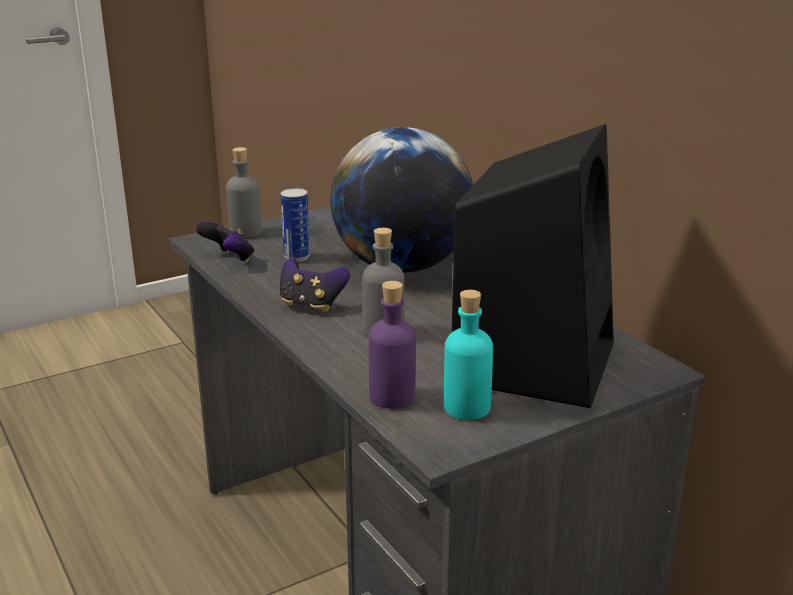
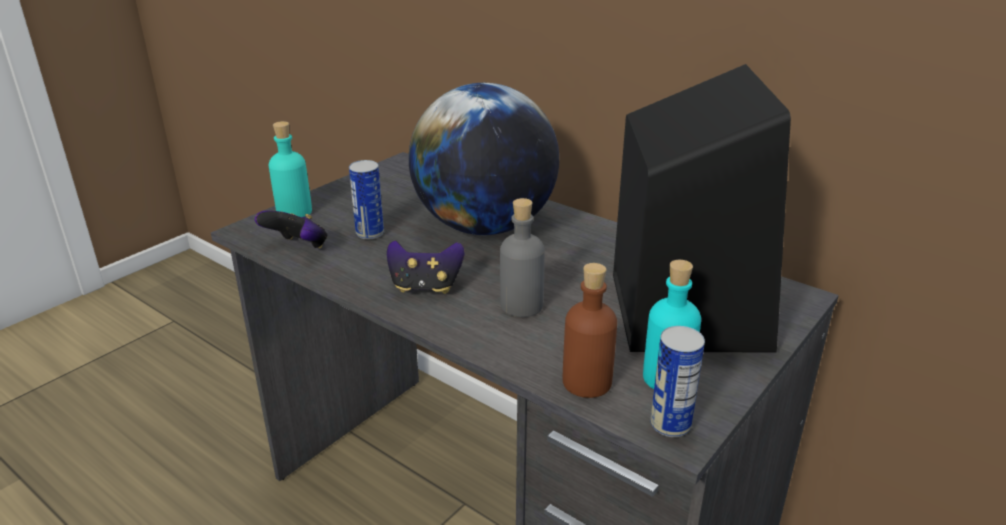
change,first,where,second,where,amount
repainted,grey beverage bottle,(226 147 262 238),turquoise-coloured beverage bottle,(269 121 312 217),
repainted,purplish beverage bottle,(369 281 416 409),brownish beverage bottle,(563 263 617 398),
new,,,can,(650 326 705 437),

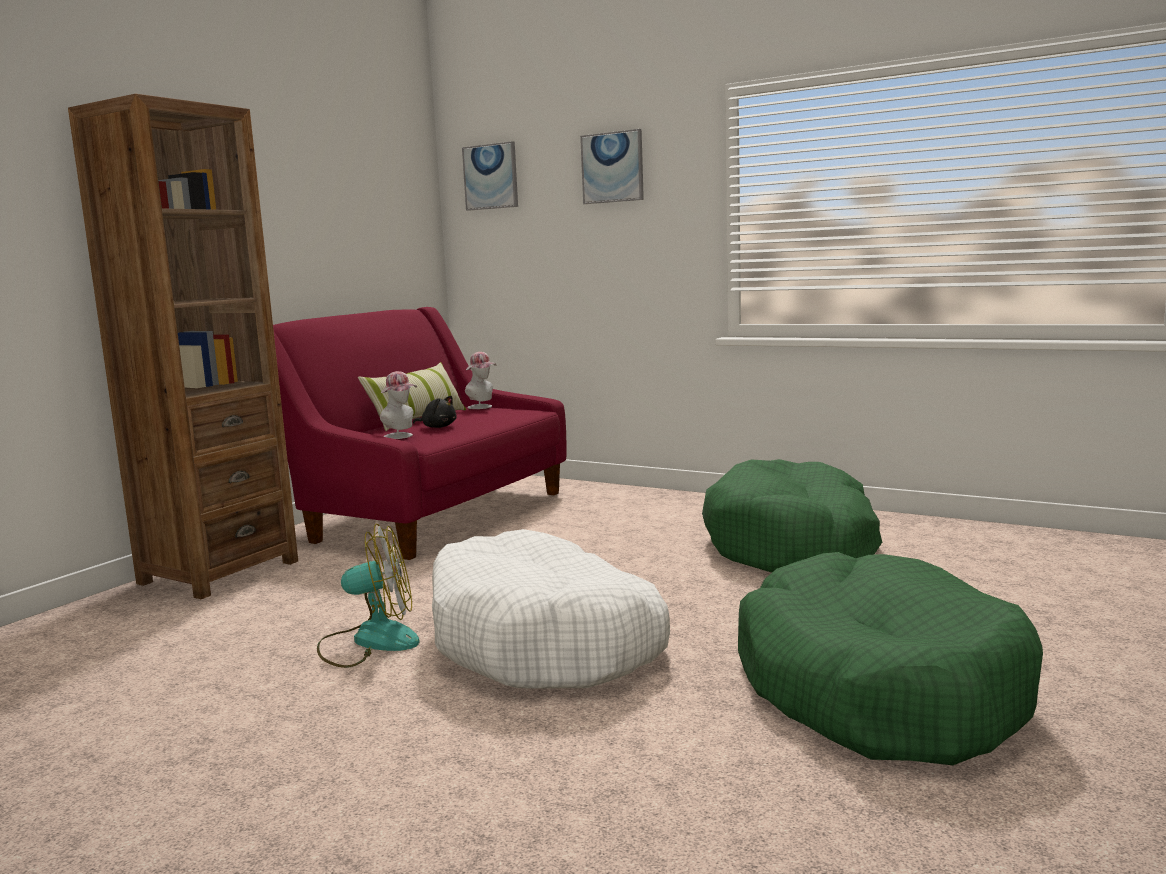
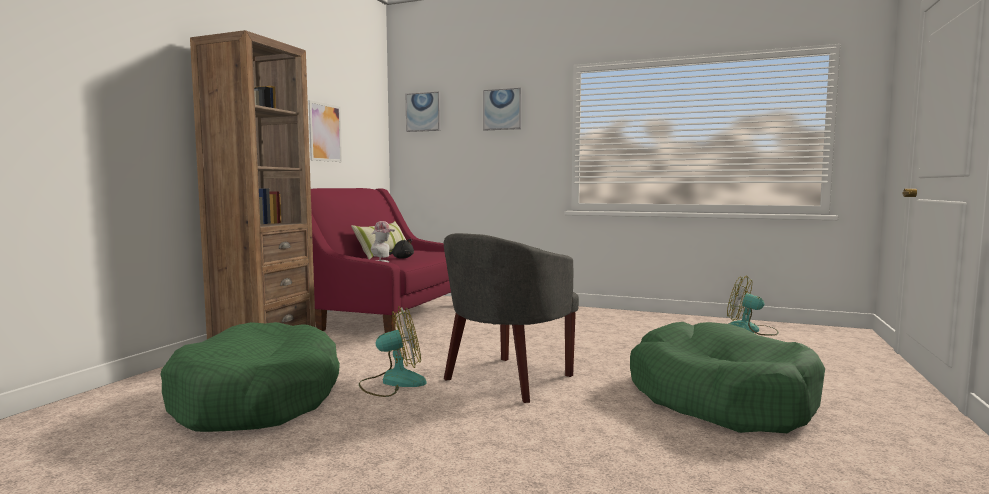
change,first,where,second,where,amount
swapped,white dog bed,(432 529 670 688),grey lounge chair,(444 233 579 403),
gone,clothing hat,(465 352 496 409),,,
shifted,green-coloured dog bed,(702 459 882 572),,(161 322 340 432),
new,,,wall picture,(308 100 342 162),
new,,,fan,(727 276 779 336),

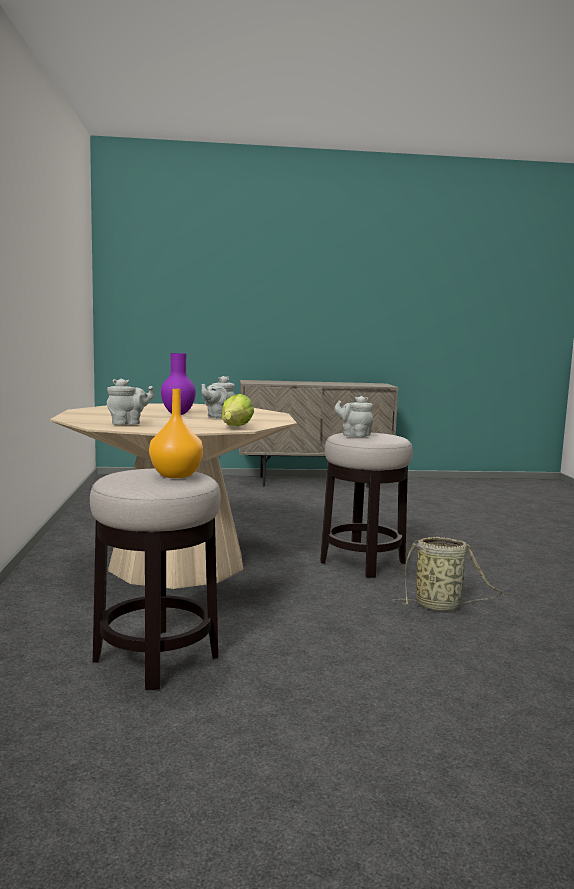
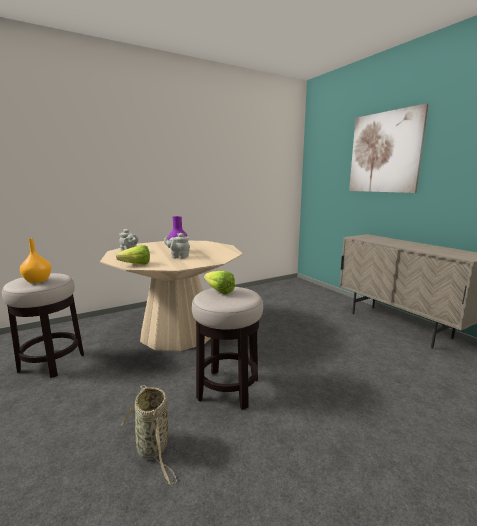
change,first,where,second,where,amount
swapped,grey pot for tea,(334 396 373 437),lettuce,(204 271 235 294),
new,,,wall picture,(349 103 429 193),

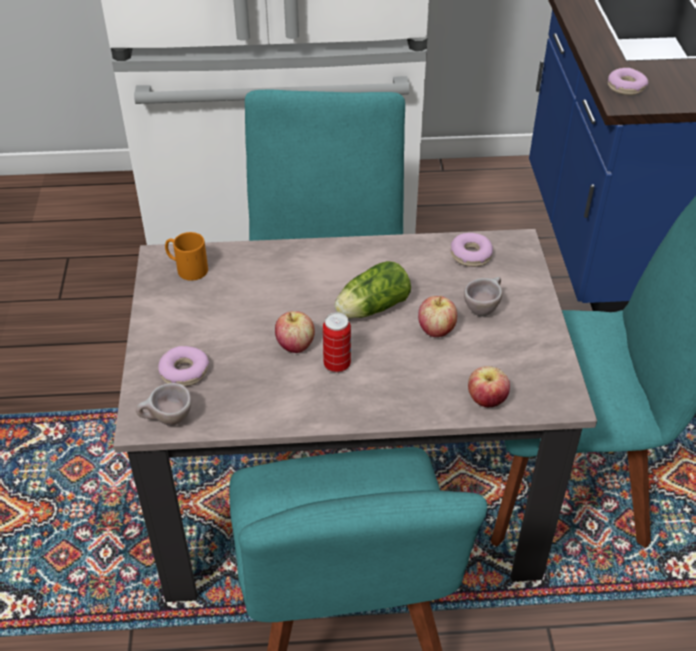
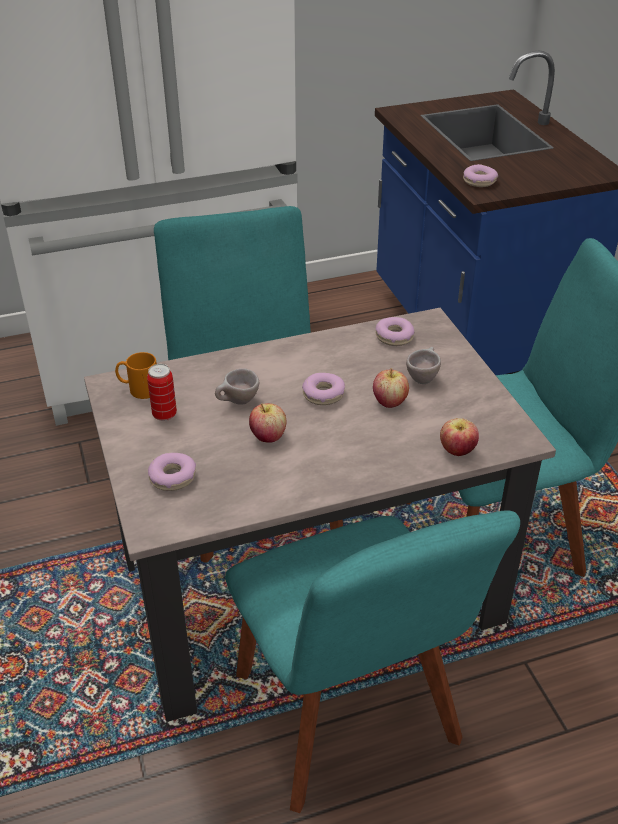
change,first,where,second,where,amount
shifted,beige-coloured drinking cup,(136 383 192 426),,(215 368 259 405),
shifted,can,(323 312 351 372),,(147 364 177 421),
swapped,lettuce,(334 261 411 319),ring doughnut,(302 373 345 405),

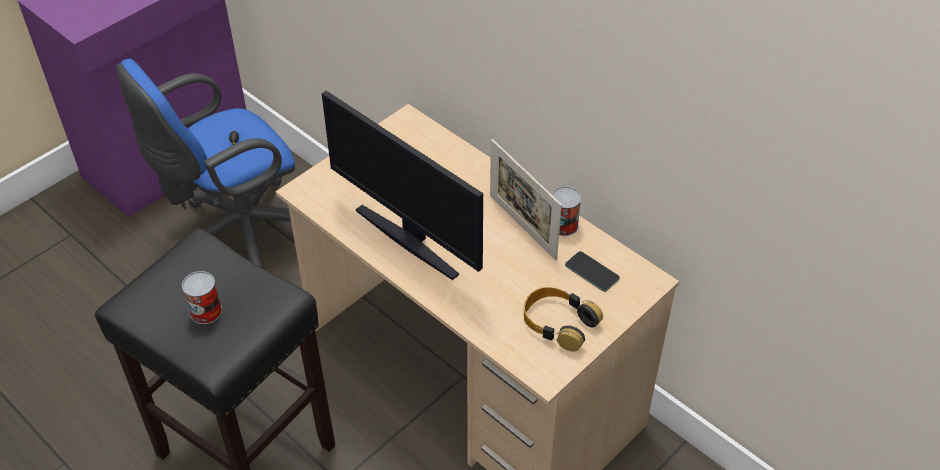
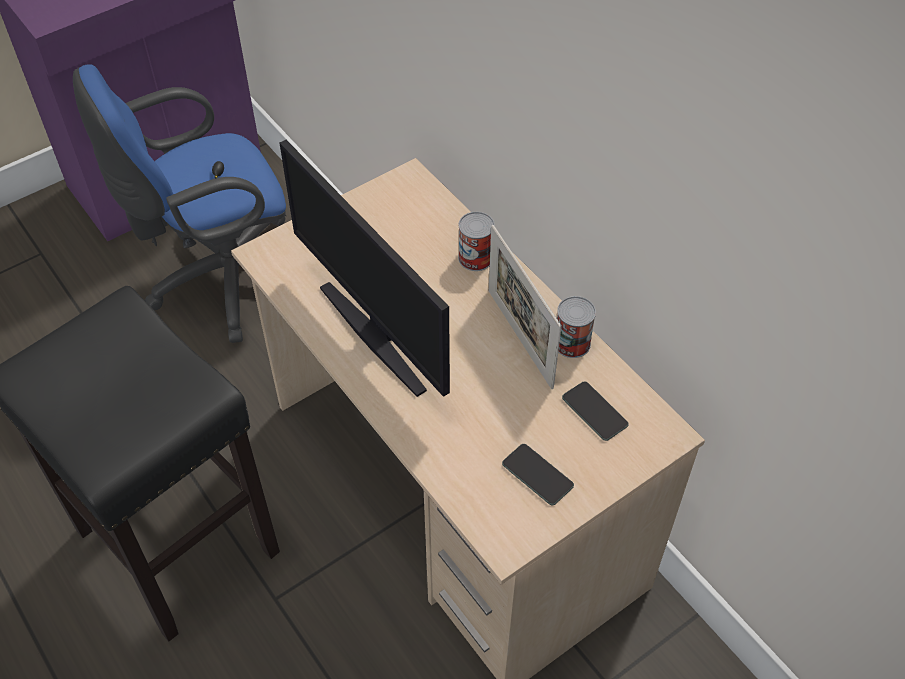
change,first,where,second,where,amount
shifted,can,(182 271 222 324),,(458 212 495 271),
swapped,headset,(524 287 603 351),phone,(502 444 574 505),

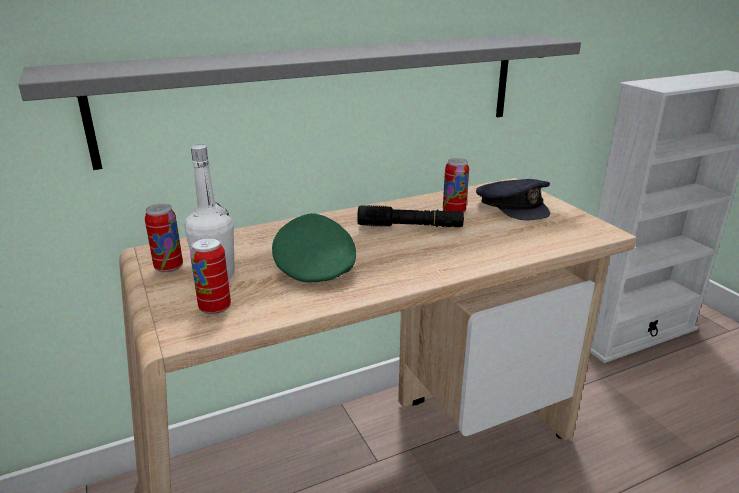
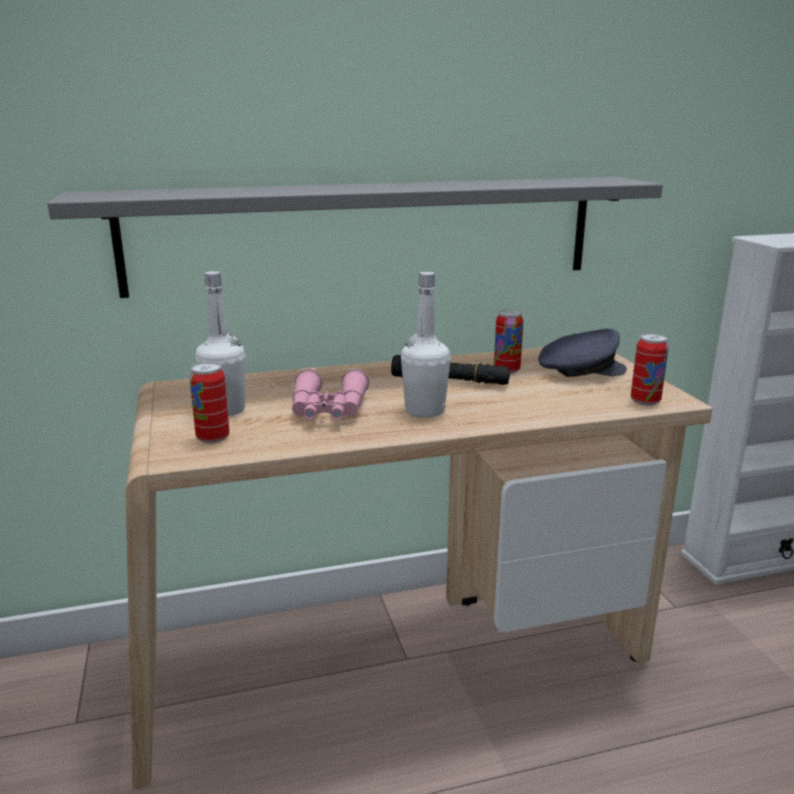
change,first,where,second,where,amount
shifted,can,(145 204 183 273),,(631 333 669 406),
swapped,green-coloured cap,(272 213 356 282),pink-coloured pair of binoculars,(292 369 369 420),
rotated,grey cap,(476 179 550 220),,(538 329 627 377),75 degrees counterclockwise
new,,,white beverage bottle,(401 272 451 418),

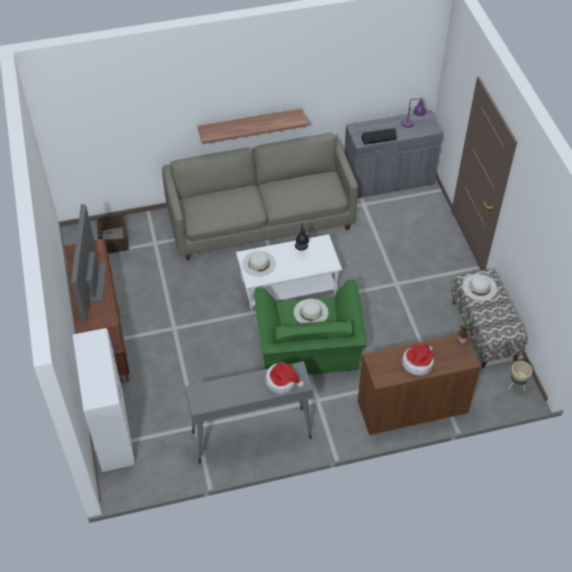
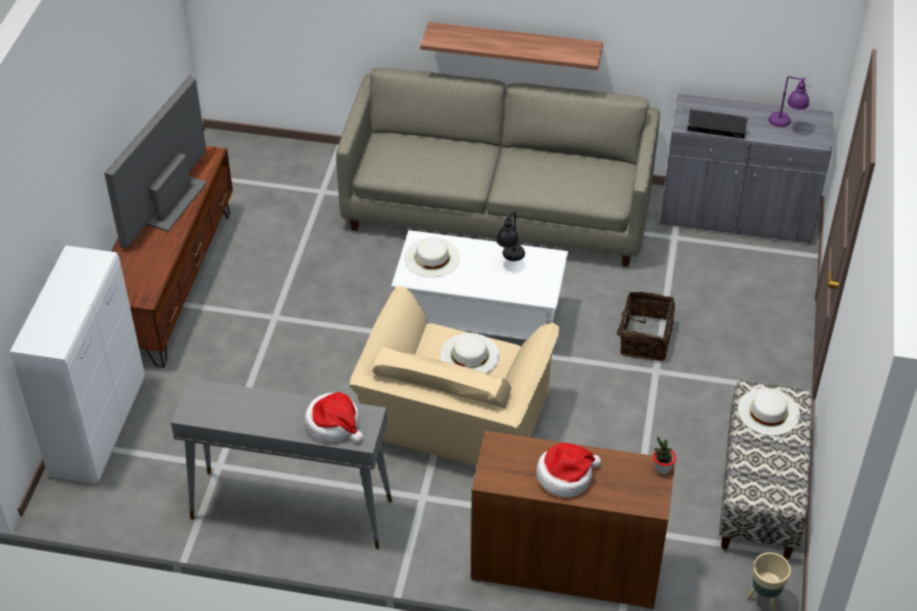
change,first,where,second,where,amount
shifted,household basket,(97 214 129 254),,(610 292 675 361),
repainted,green-coloured lounge chair,(254 279 367 375),beige-coloured lounge chair,(350 286 559 466),

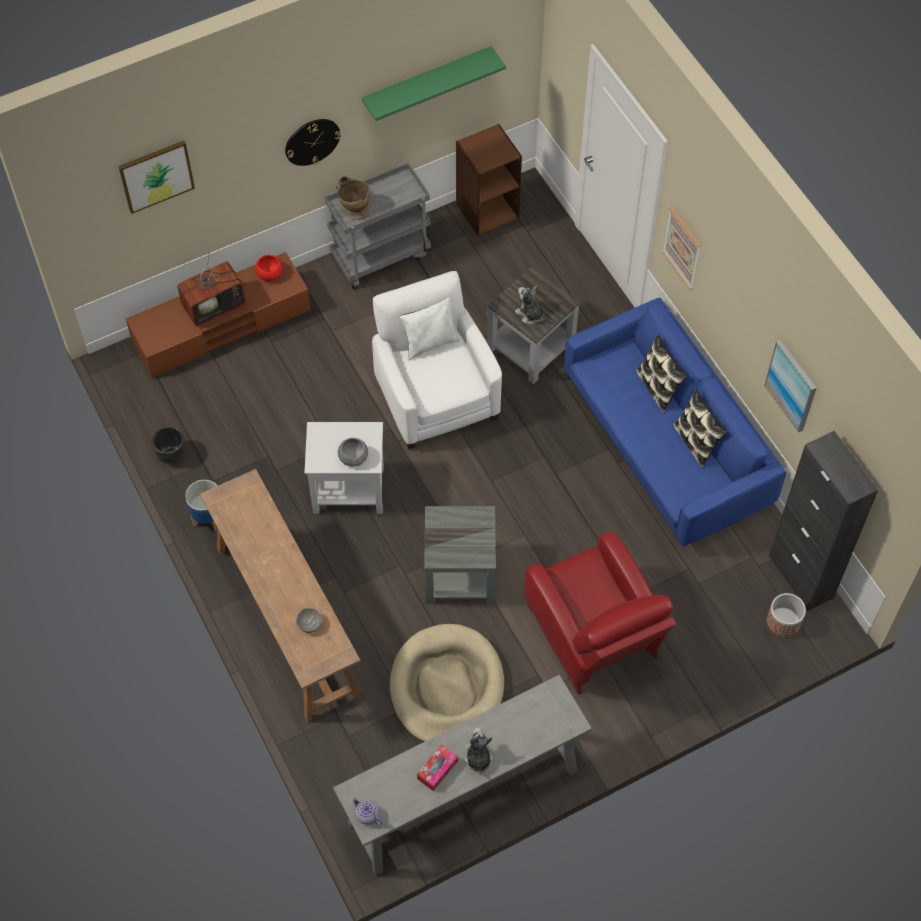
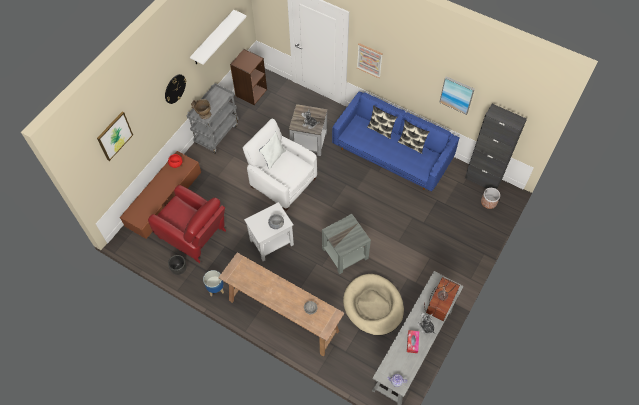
change,first,where,second,where,amount
shifted,television,(177 251 248 327),,(424 277 460 321),
repainted,green-coloured wall shelf,(362 46 506 121),white wall shelf,(190 10 247 65),
shifted,red-coloured lounge chair,(524 532 676 695),,(148 185 226 263),

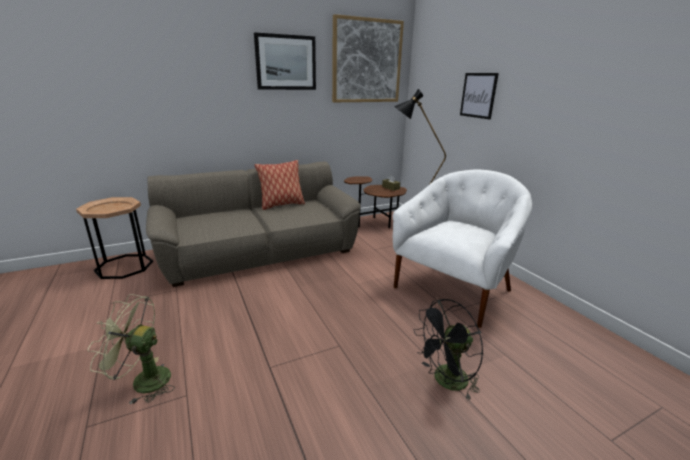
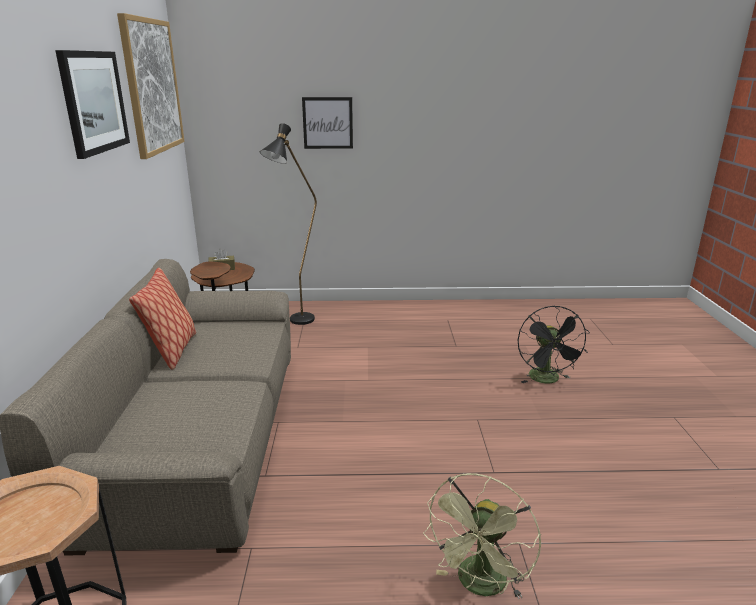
change,first,where,second,where,amount
gone,white lounge chair,(393 169 532 328),,,

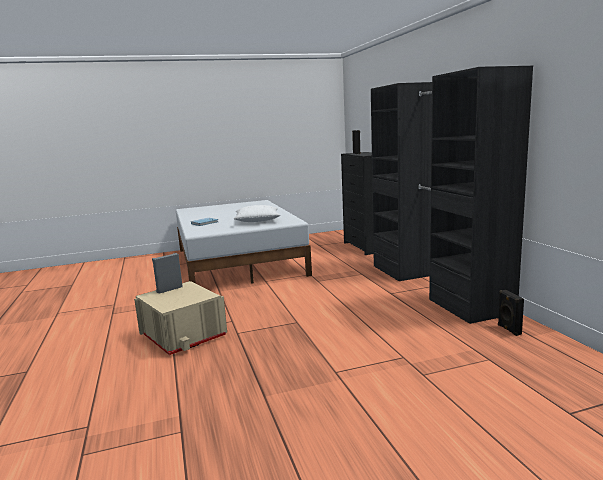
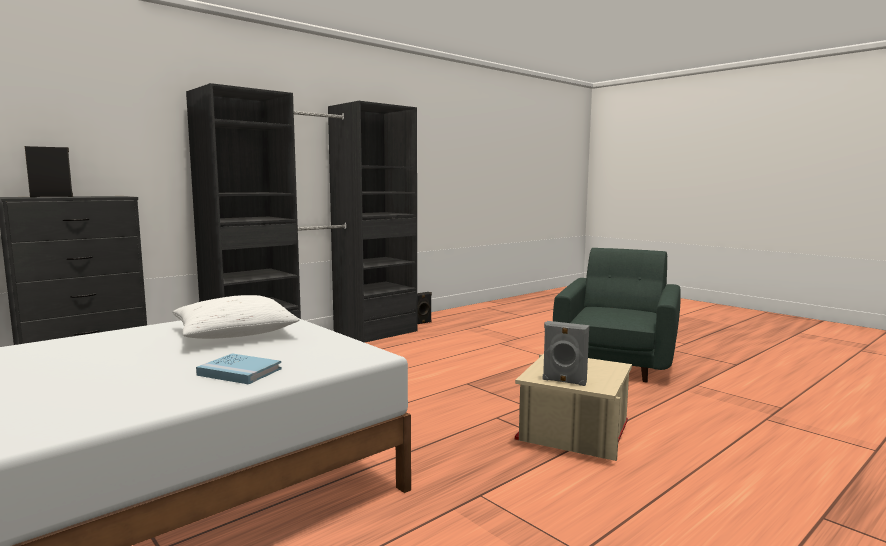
change,first,where,second,where,amount
new,,,green-coloured lounge chair,(553 248 681 382),

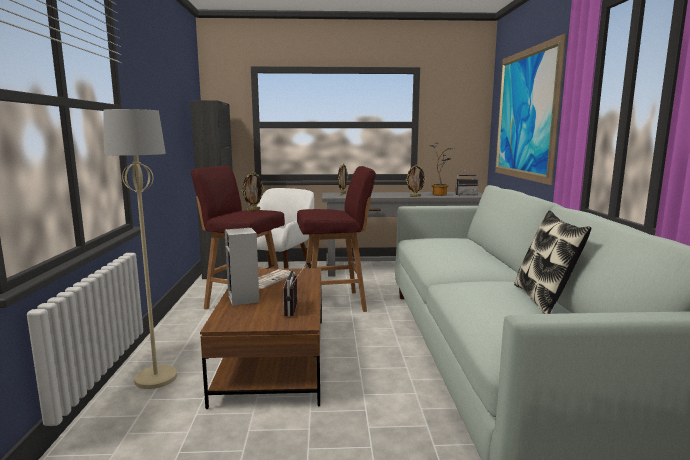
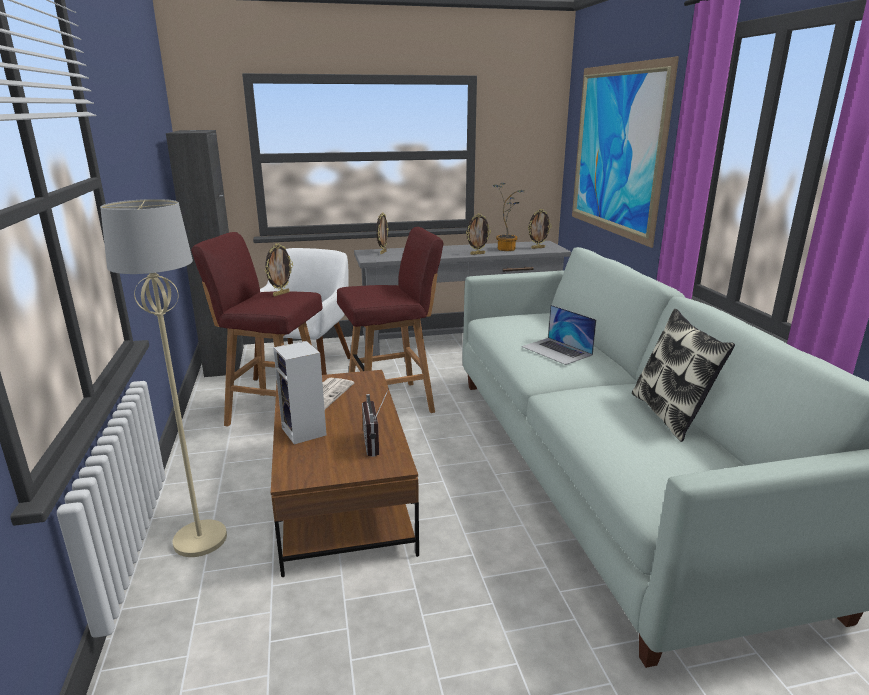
change,first,where,second,where,amount
swapped,radio set,(455 169 479 196),standing frame,(528 209 552 249),
new,,,portable computer,(522 305 597 365),

